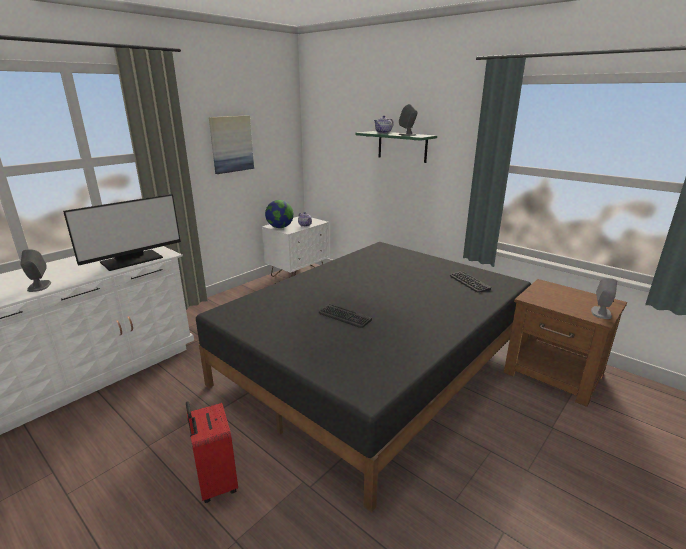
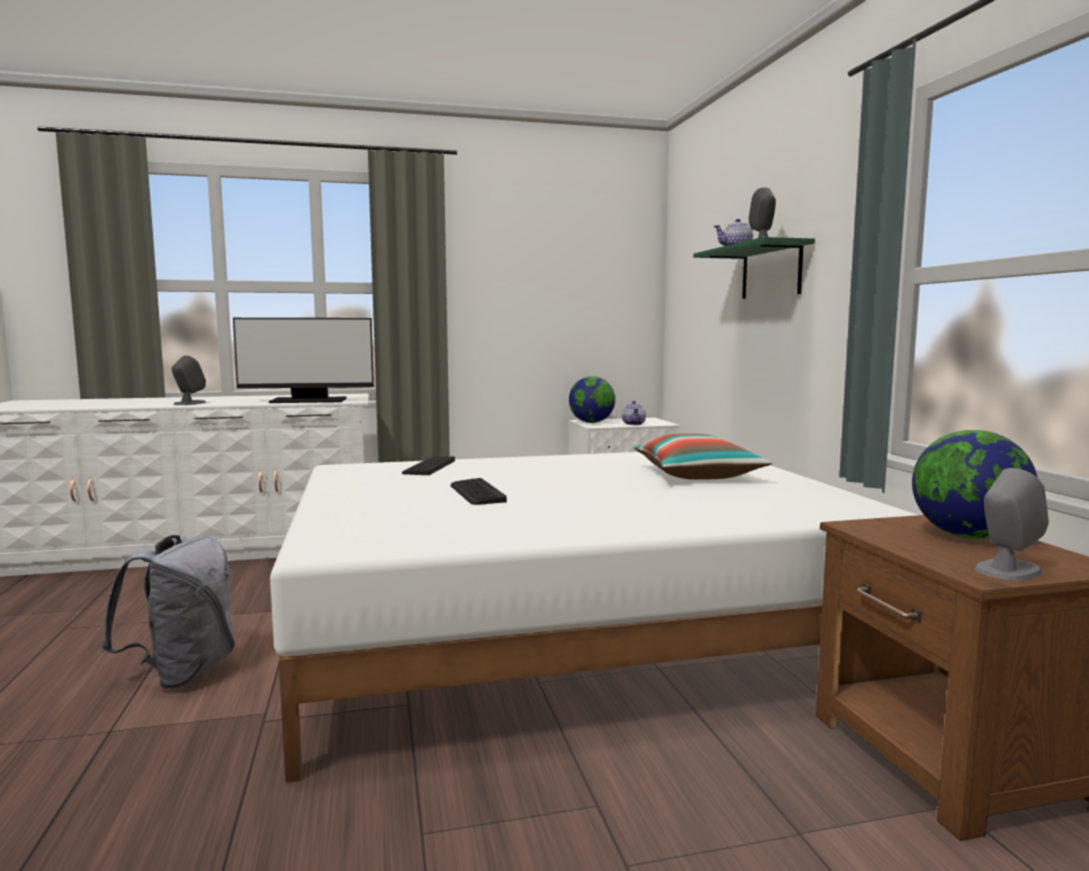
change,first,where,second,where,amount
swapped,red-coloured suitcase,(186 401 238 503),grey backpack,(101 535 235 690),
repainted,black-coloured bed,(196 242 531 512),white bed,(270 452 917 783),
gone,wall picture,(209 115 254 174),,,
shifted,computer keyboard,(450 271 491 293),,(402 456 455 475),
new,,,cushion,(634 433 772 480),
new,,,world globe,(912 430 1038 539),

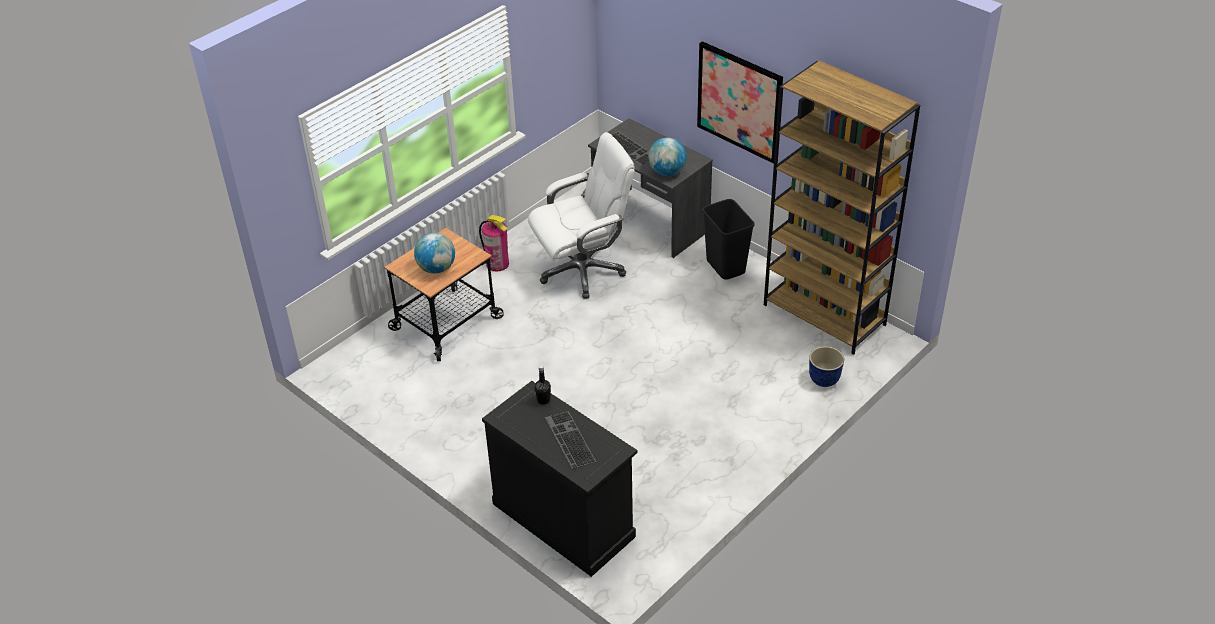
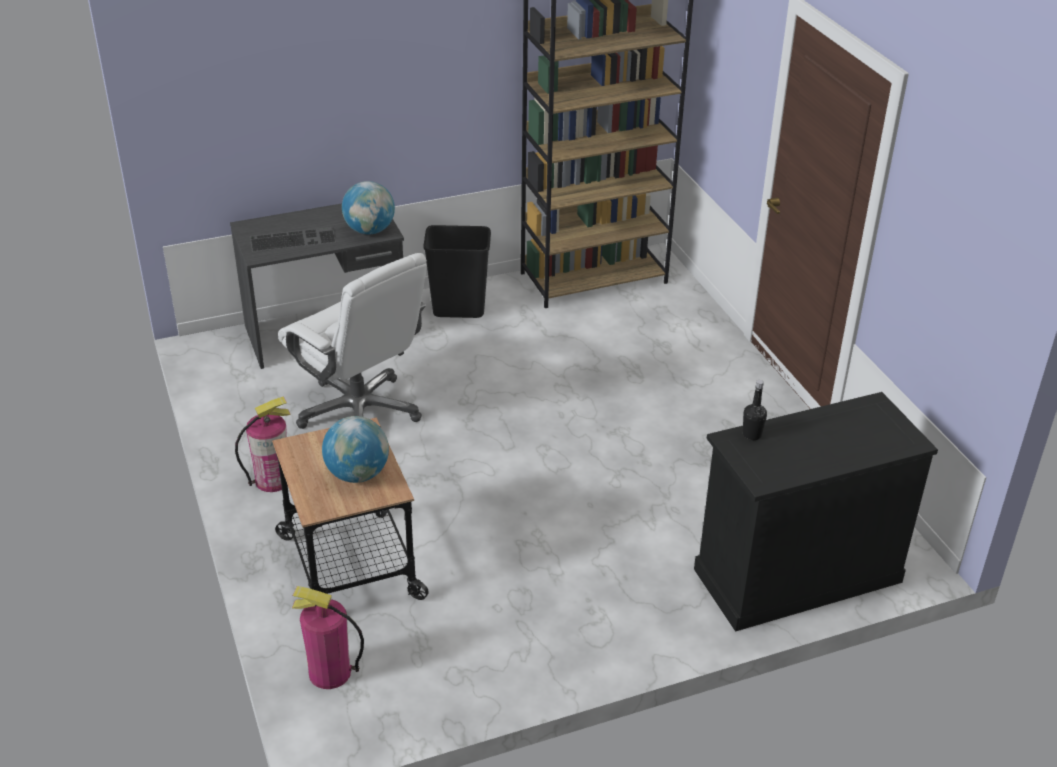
change,first,where,second,where,amount
rotated,white computer chair,(528 132 635 299),,(278 253 427 429),135 degrees clockwise
gone,computer keyboard,(545 411 596 469),,,
gone,wall picture,(697 41 783 164),,,
gone,planter,(809 346 844 387),,,
new,,,extinguisher,(292 586 364 689),

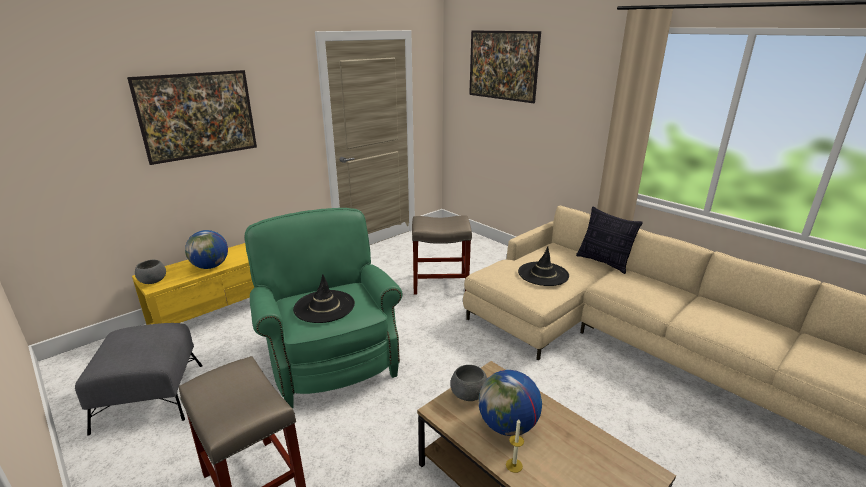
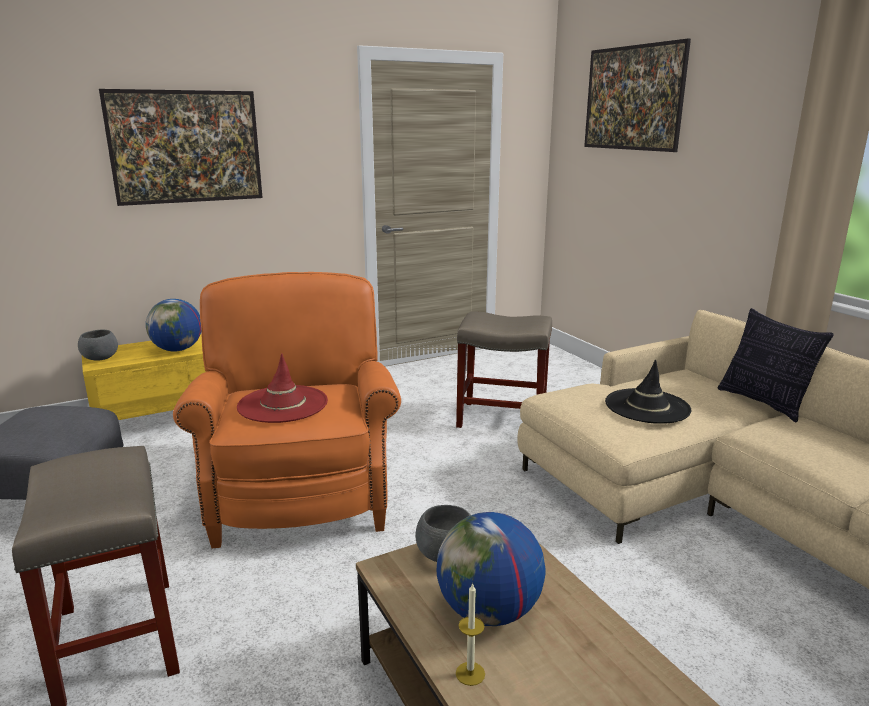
change,first,where,second,where,amount
repainted,green-coloured lounge chair,(245 208 402 408),orange lounge chair,(173 272 401 548),
repainted,black-coloured clothing hat,(293 274 355 323),red-coloured clothing hat,(237 353 328 423),

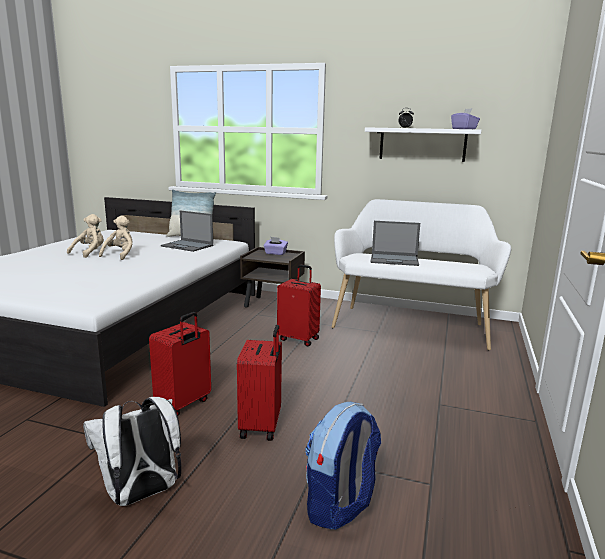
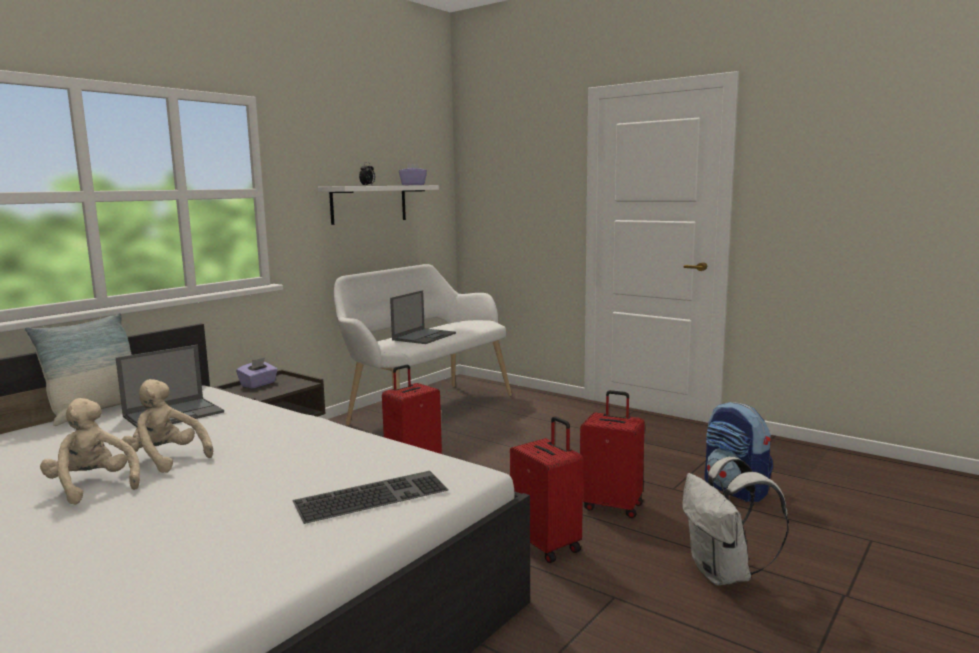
change,first,where,second,where,amount
new,,,computer keyboard,(292 471 449 524),

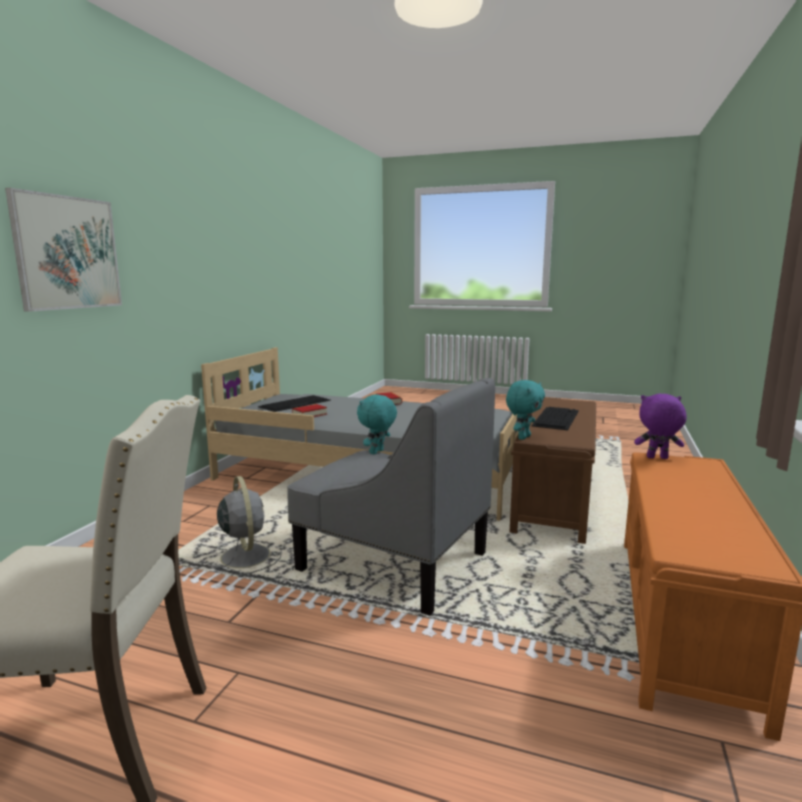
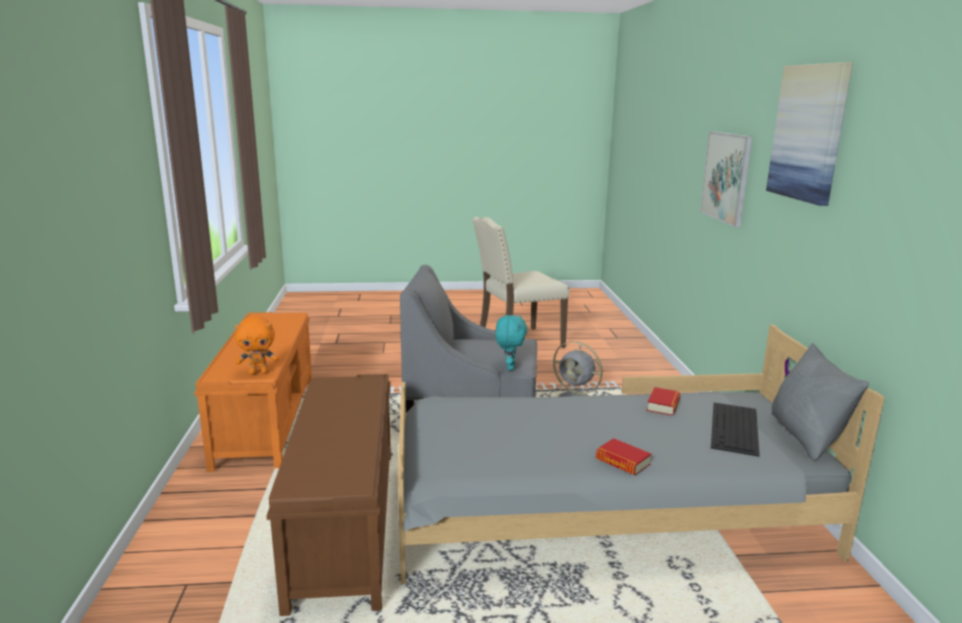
change,first,where,second,where,amount
gone,turquoise-coloured cuddly toy,(506 380 545 440),,,
gone,computer keyboard,(531 407 579 430),,,
repainted,purplish cuddly toy,(634 394 687 459),orange cuddly toy,(235 316 279 375),
new,,,wall picture,(766 62 853 206),
new,,,grey cushion,(772 343 869 461),

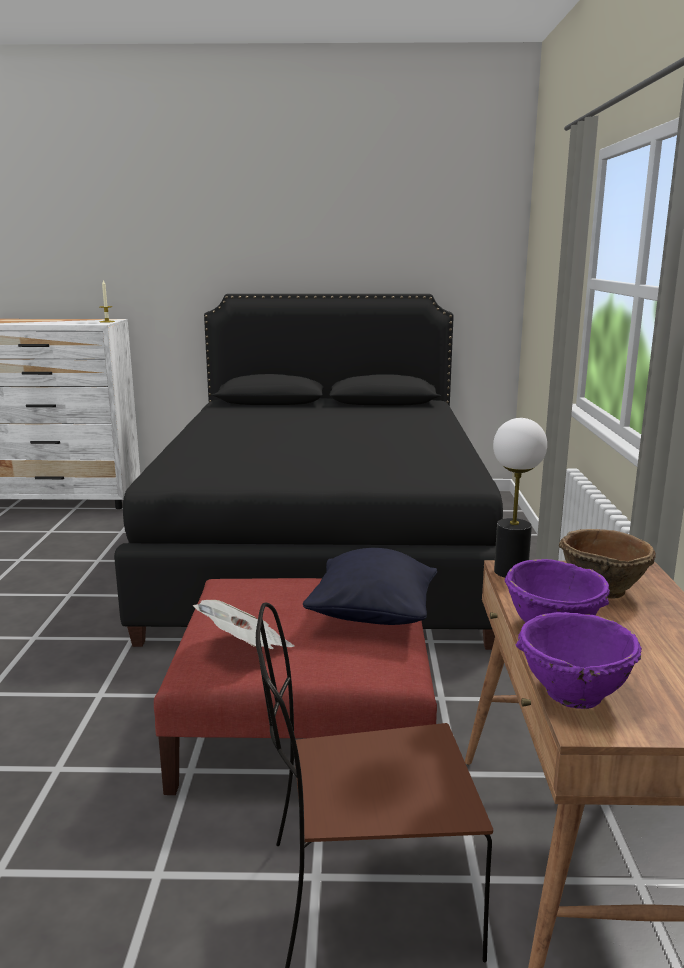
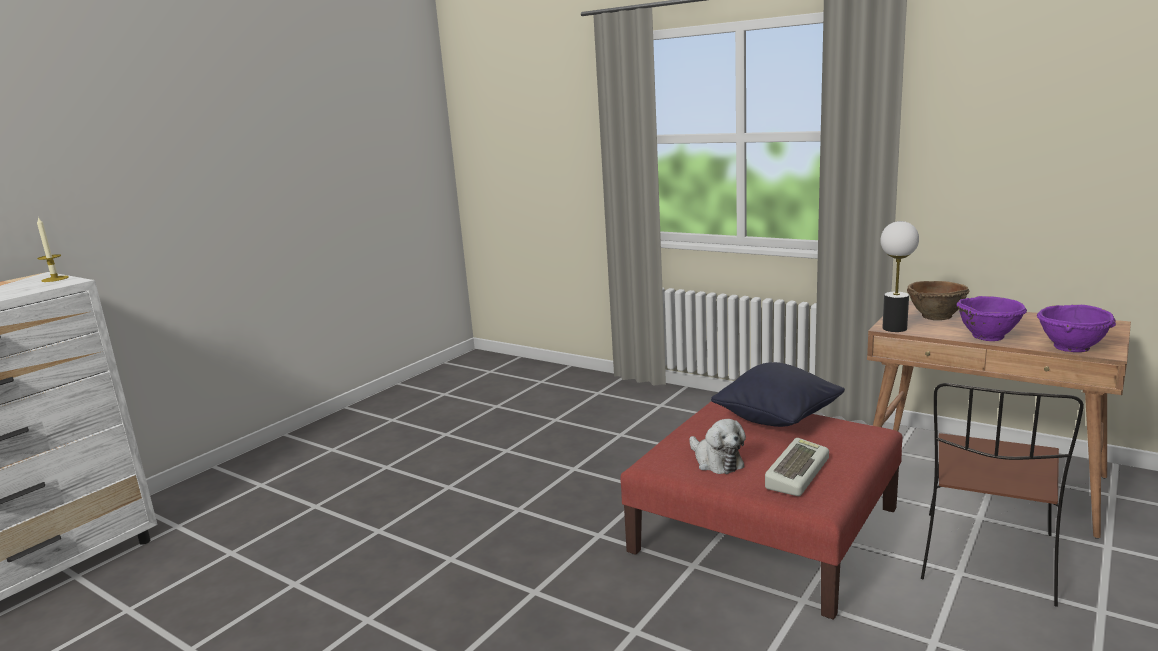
change,first,where,second,where,amount
gone,black-coloured bed,(114 294 503 650),,,
swapped,daily paper,(193 600 295 649),computer keyboard,(765 438 829 496),
new,,,cuddly toy,(690 419 746 474),

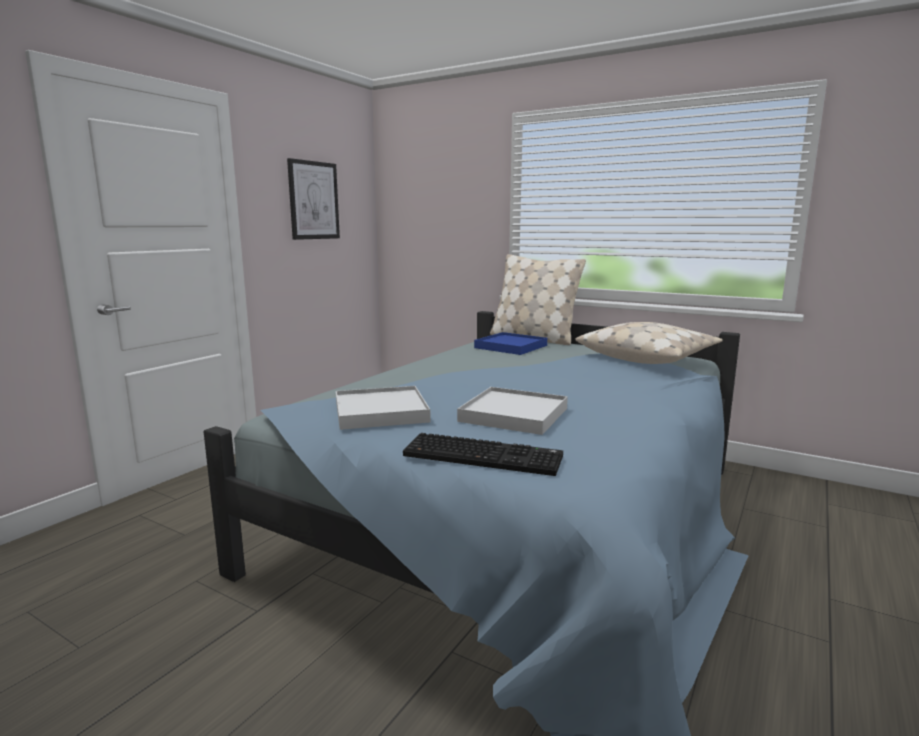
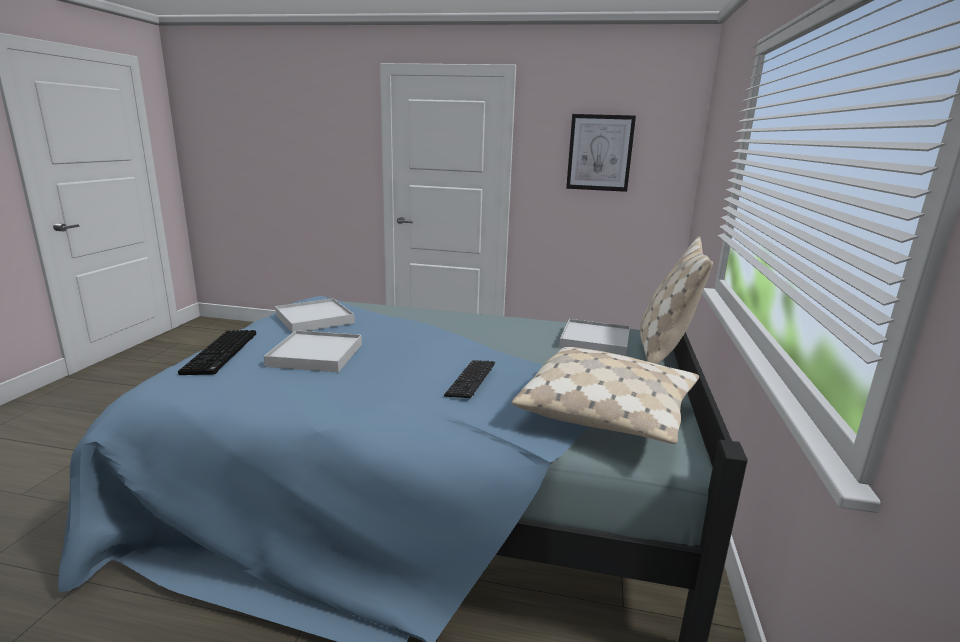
change,first,where,second,where,amount
repainted,bluish carrying tray,(474 332 547 355),white carrying tray,(559 319 630 356),
new,,,computer keyboard,(444 360 495 398),

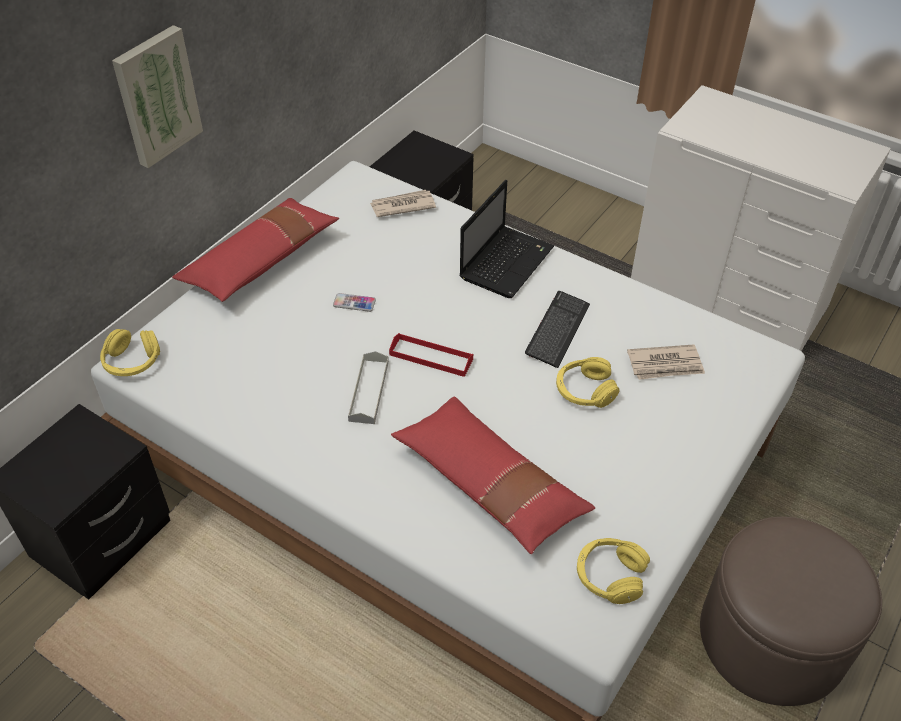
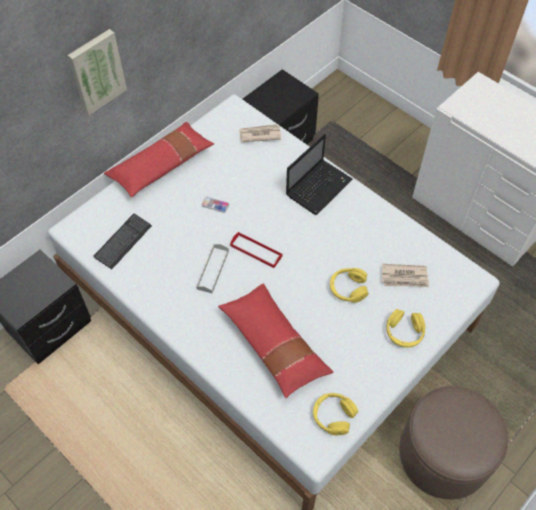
change,first,where,second,where,amount
shifted,yellow-coloured headset,(100 329 160 376),,(387 309 425 347),
shifted,computer keyboard,(525 291 590 368),,(93 214 152 270),

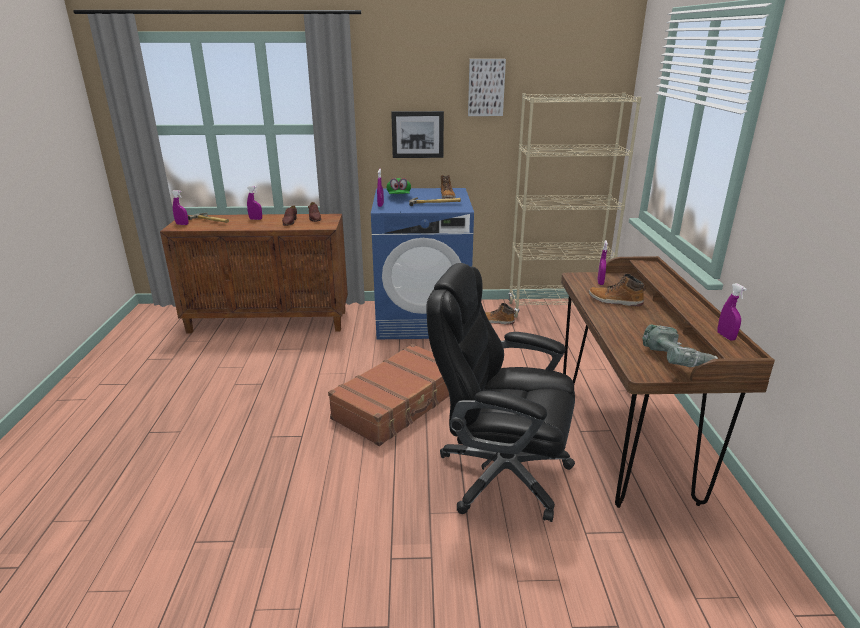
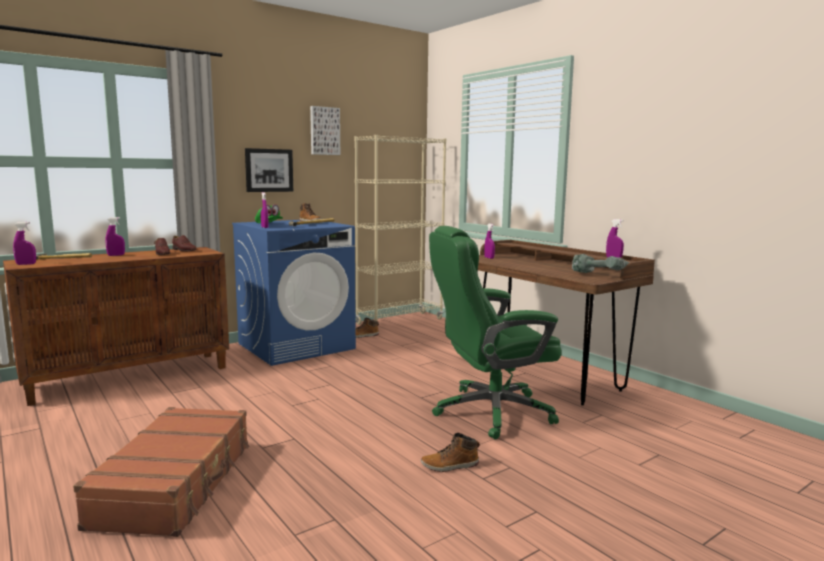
change,first,where,second,where,amount
shifted,brownish suitcase,(328 344 449 446),,(73 407 249 537),
repainted,black-coloured computer chair,(426 263 575 522),green-coloured computer chair,(429 226 562 439),
shifted,boot,(589 274 647 306),,(421 433 480 472),

